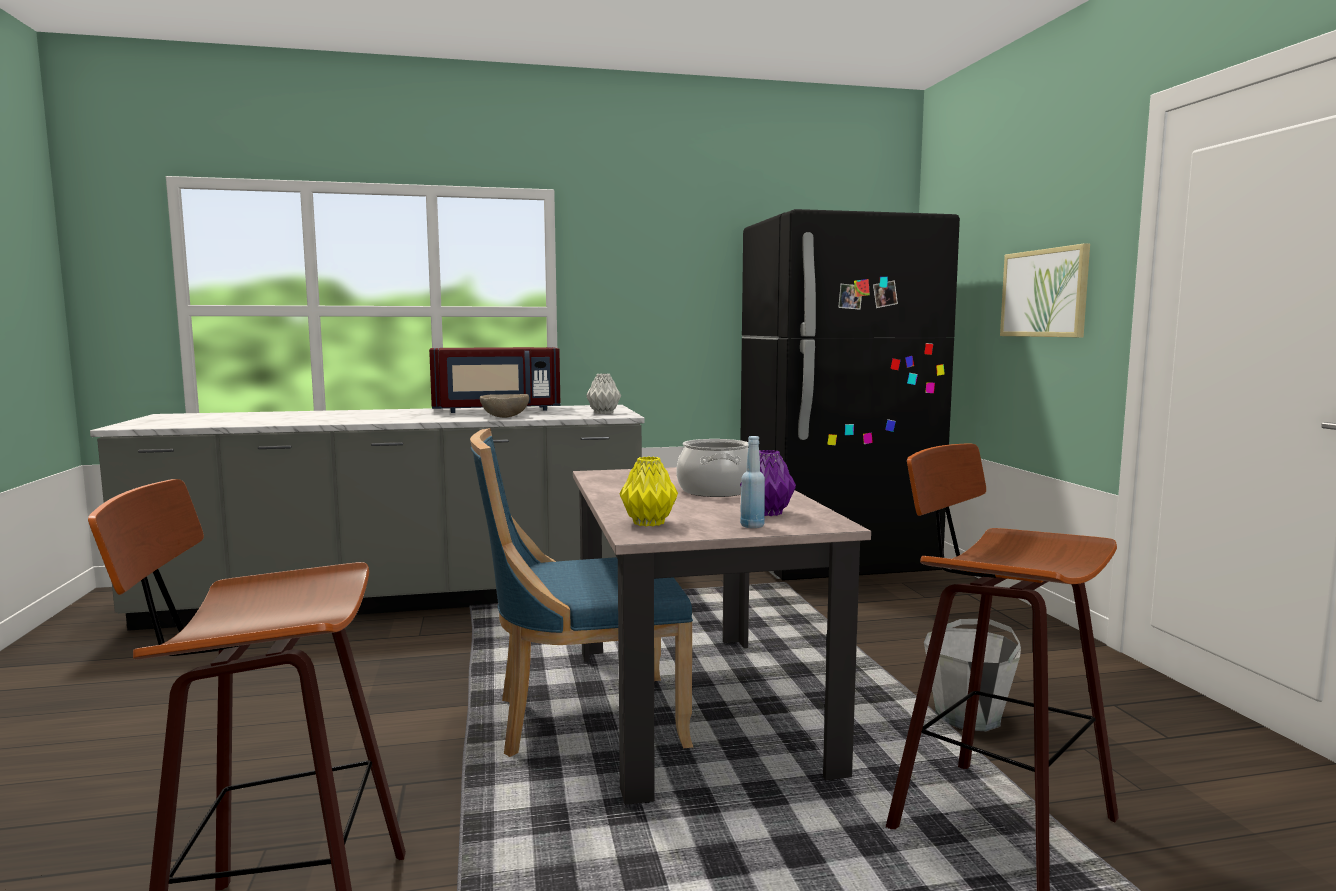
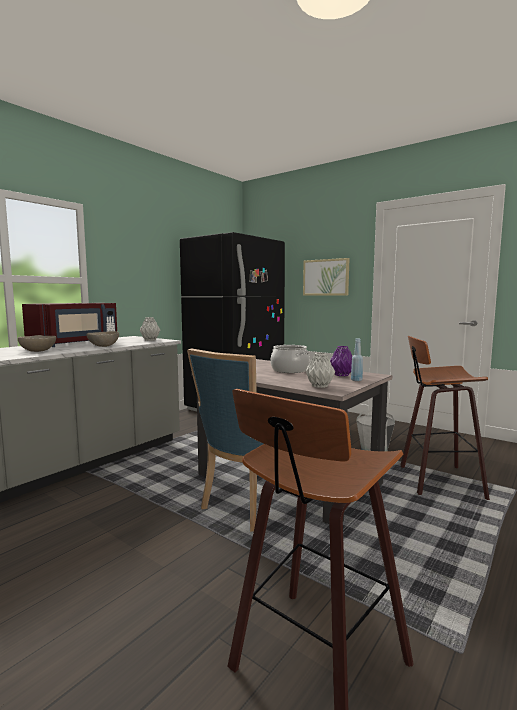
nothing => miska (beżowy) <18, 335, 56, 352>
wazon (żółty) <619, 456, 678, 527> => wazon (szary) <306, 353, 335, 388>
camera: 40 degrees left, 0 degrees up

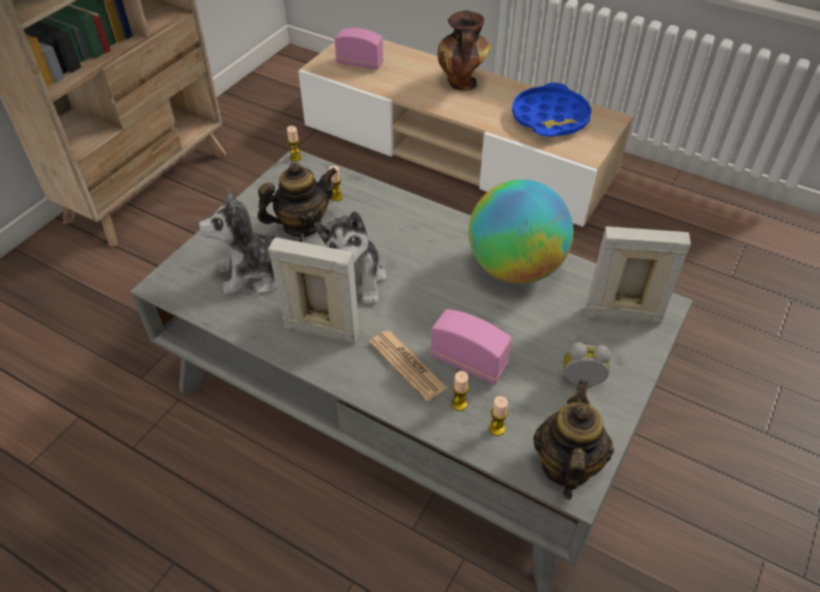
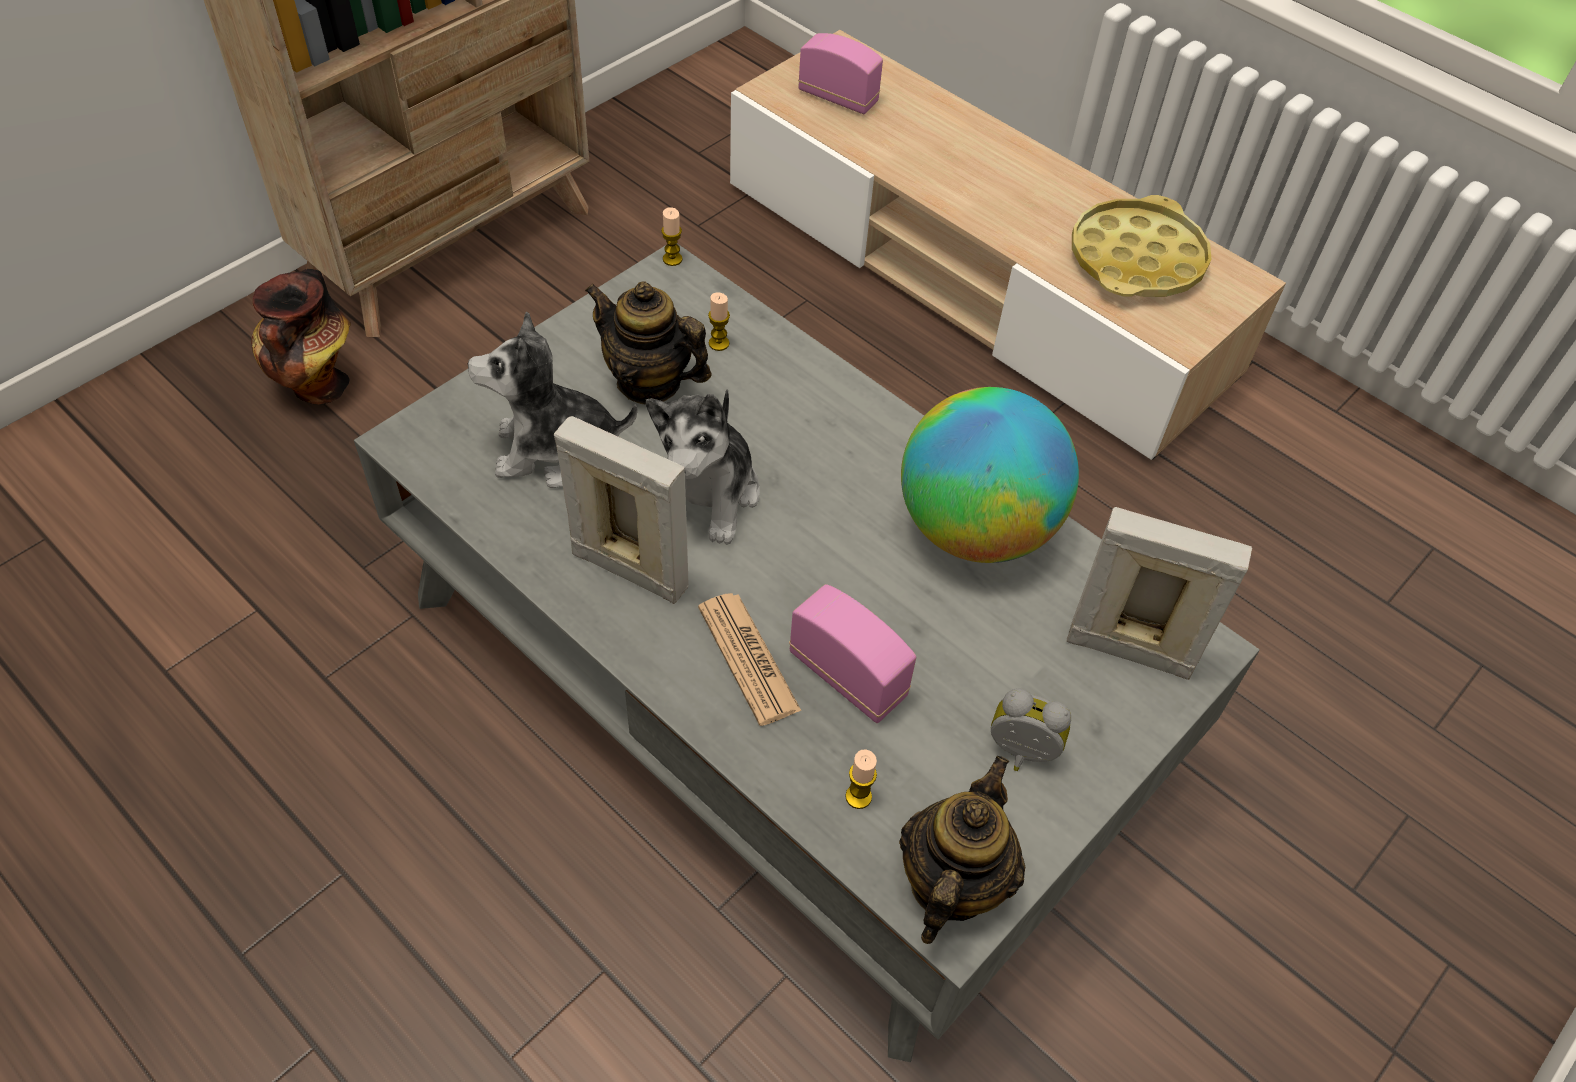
świeca <451, 371, 469, 411> => nothing
wazon <438, 10, 491, 91> => wazon <251, 269, 351, 405>, shifted
taca (niebieski) <512, 83, 592, 137> => taca (żółty) <1072, 195, 1211, 297>
imbryk <257, 162, 337, 237> => imbryk <585, 281, 712, 404>, 135 degrees counterclockwise
camera: 10 degrees right, 5 degrees up

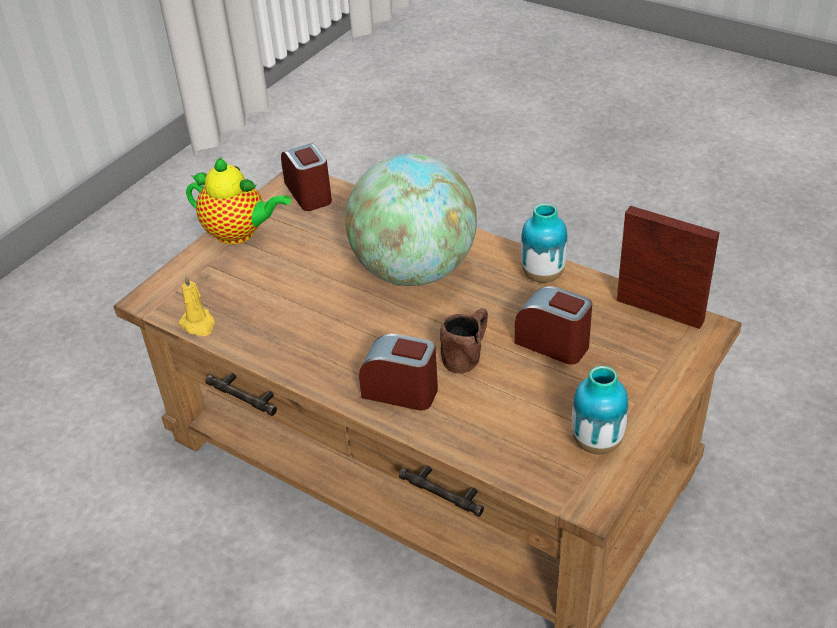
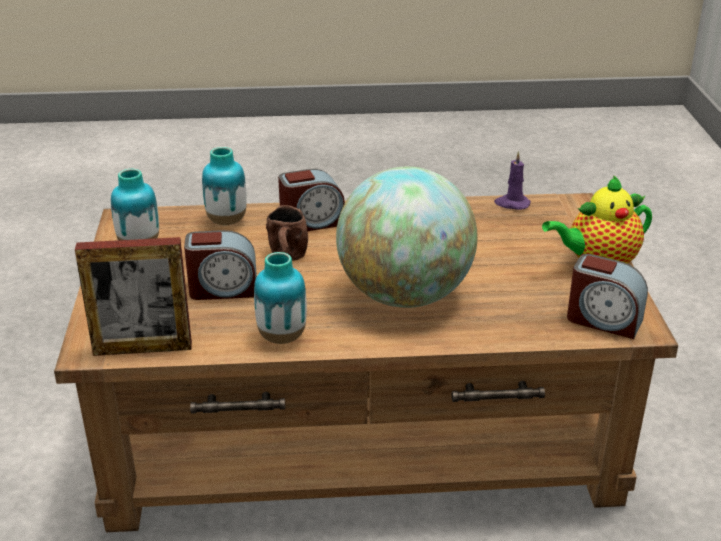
nothing => wazon <202, 147, 247, 225>
świeca (żółty) <179, 274, 215, 336> => świeca (fioletowy) <494, 151, 531, 210>
camera: 140 degrees right, 10 degrees down

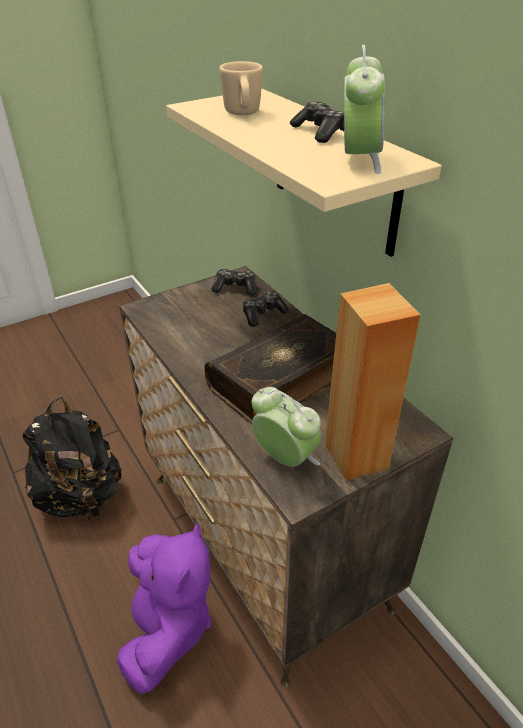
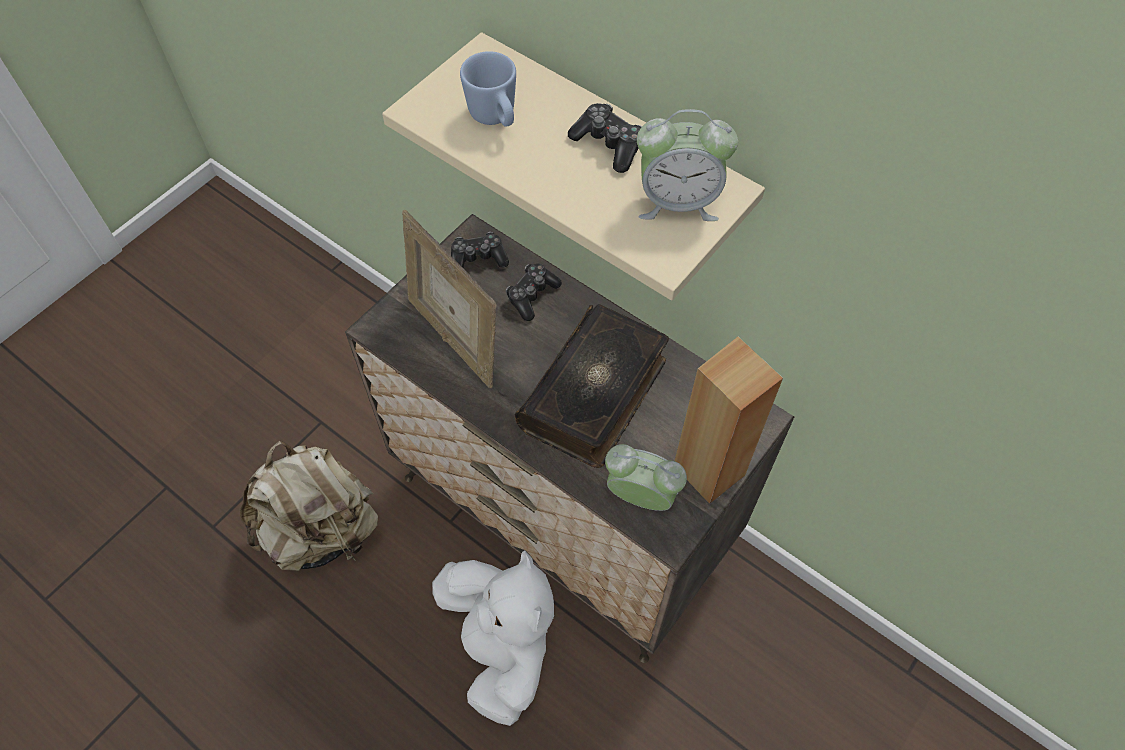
nothing => ramka na zdjęcie <402, 210, 497, 388>
plecak (czarny) <23, 397, 122, 522> => plecak (beżowy) <240, 440, 378, 571>
pluszak (fioletowy) <116, 521, 212, 694> => pluszak (biały) <432, 550, 554, 726>
kubek (beżowy) <219, 61, 263, 115> => kubek (niebieski) <460, 51, 516, 127>
budzik <344, 45, 385, 174> => budzik <637, 109, 738, 221>, 105 degrees clockwise
camera: 20 degrees left, 20 degrees up

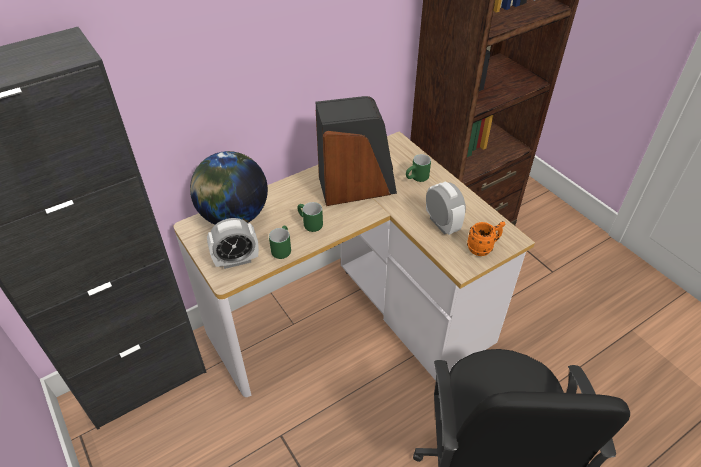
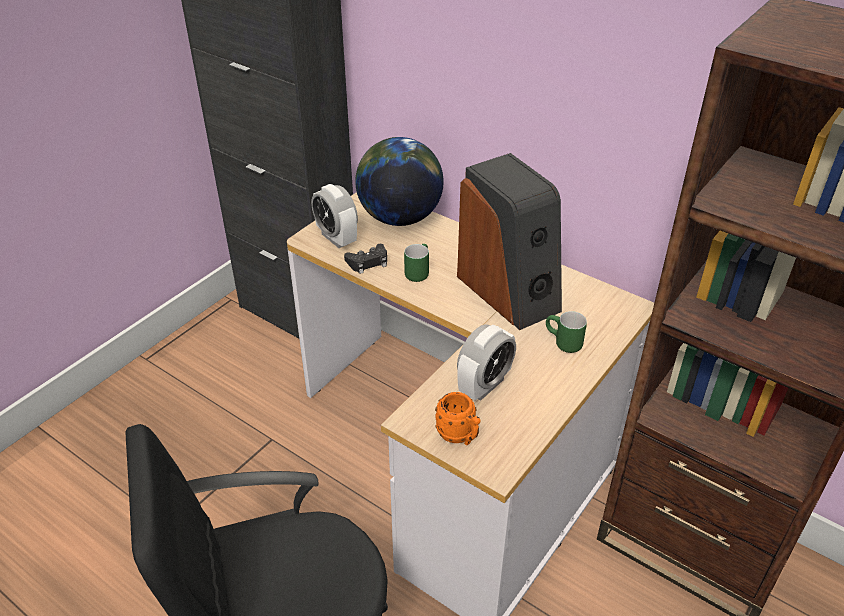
kubek (zielony) <269, 226, 291, 259> => pad do gier (czarny) <344, 244, 387, 274>
camera: 70 degrees right, 5 degrees down

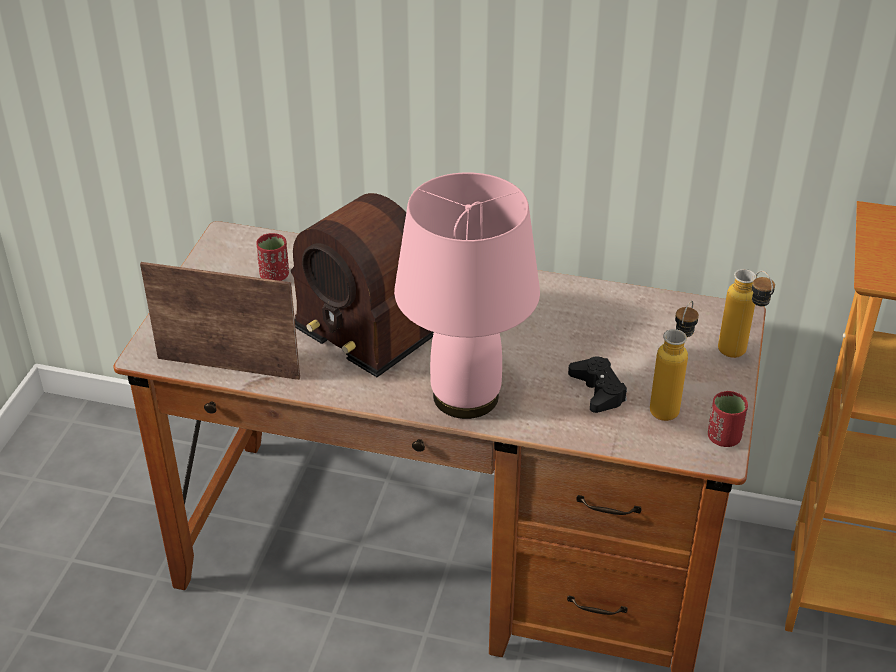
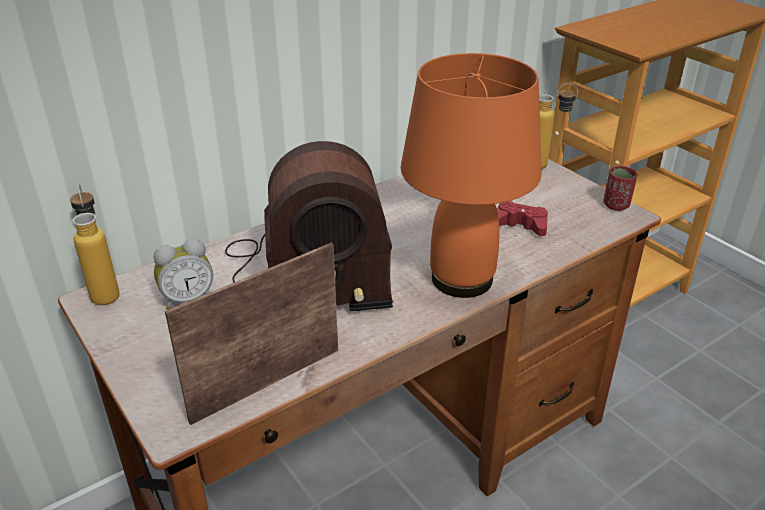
butelka <650, 301, 699, 421> => butelka <70, 184, 120, 305>, shifted
filiżanka (czerwony) <256, 233, 289, 281> => budzik <154, 238, 213, 310>
lampa stołowa (różowy) <394, 172, 540, 419> => lampa stołowa (pomarańczowy) <401, 53, 542, 298>
pad do gier (czarny) <568, 356, 627, 413> => pad do gier (czerwony) <497, 201, 548, 236>
camera: 50 degrees left, 5 degrees down

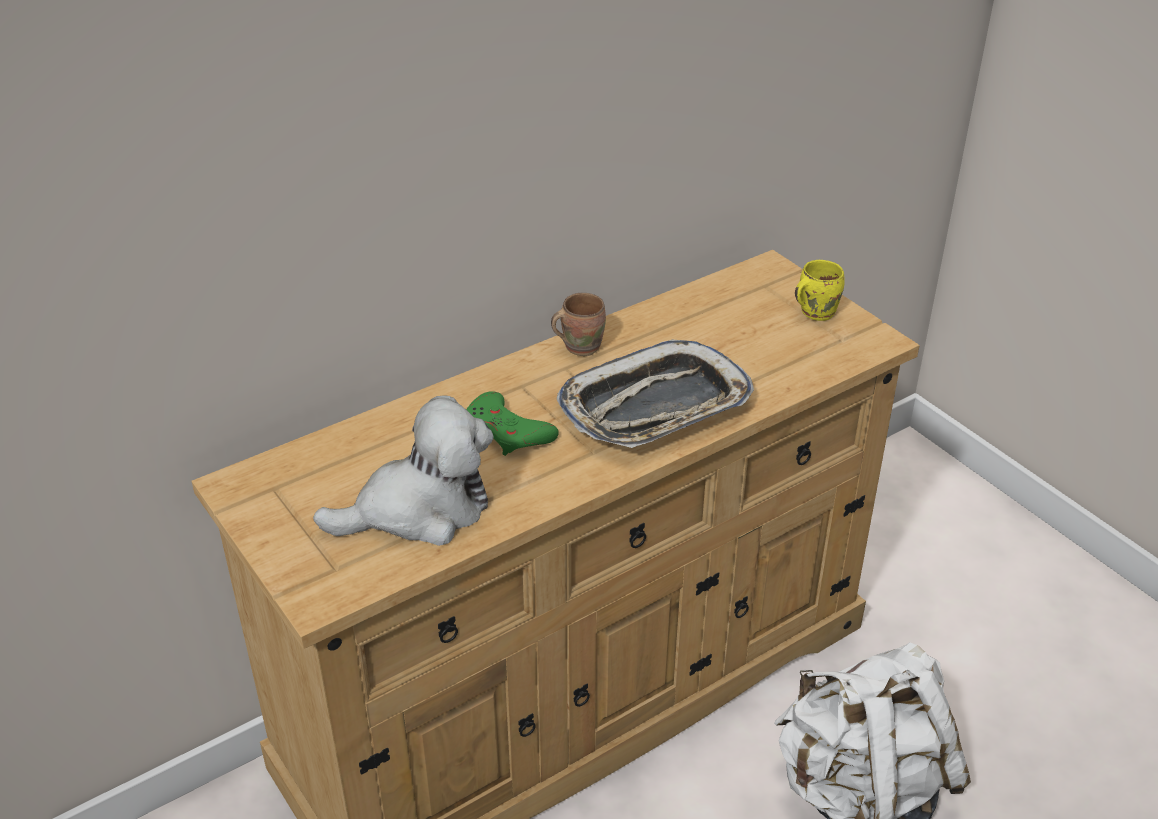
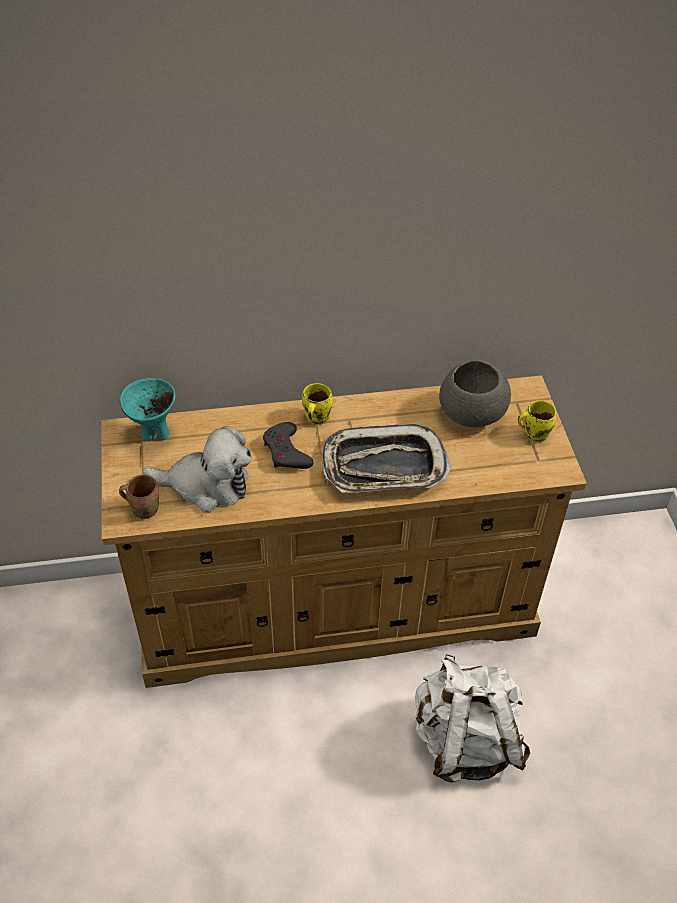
nothing => miska (turkusowy) <120, 378, 176, 441>
nothing => kubek (żółty) <302, 383, 333, 425>
nothing => miska (szary) <439, 360, 511, 427>
kubek (brązowy) <551, 293, 606, 356> => kubek (brązowy) <119, 474, 159, 519>, shifted
pad do gier (zielony) <466, 391, 559, 456> => pad do gier (szary) <263, 422, 314, 469>
camera: 25 degrees right, 10 degrees up

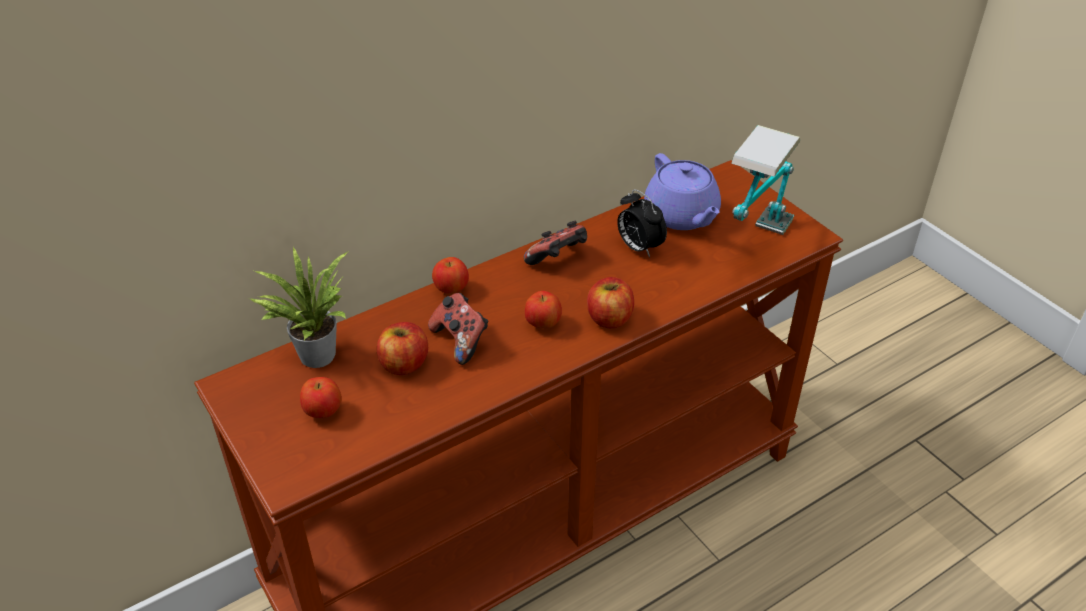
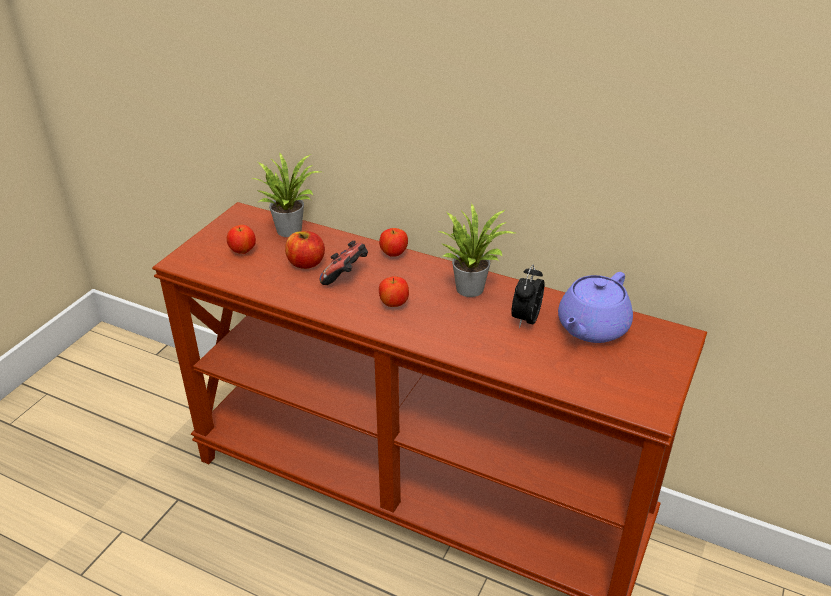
jabłko <587, 277, 634, 328> => nothing
lampa stołowa <731, 125, 800, 235> => nothing
pad do gier <524, 221, 587, 265> => roślina doniczkowa <439, 203, 518, 297>
camera: 60 degrees right, 5 degrees down

